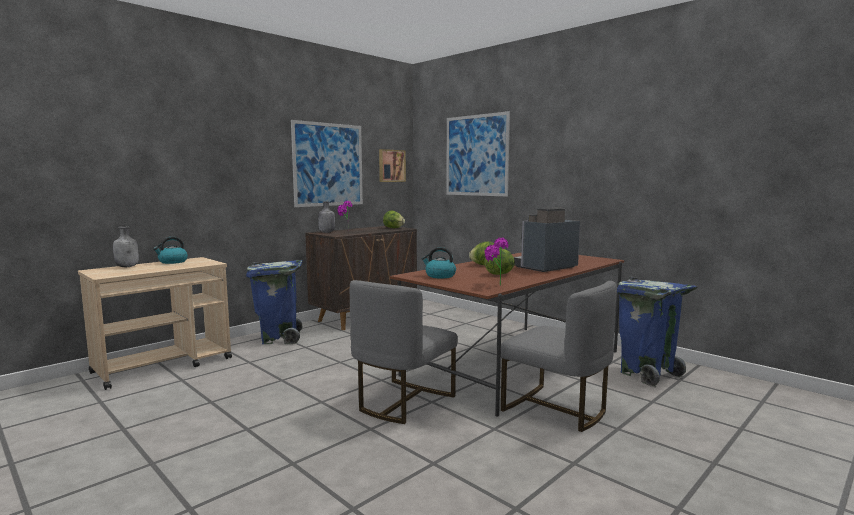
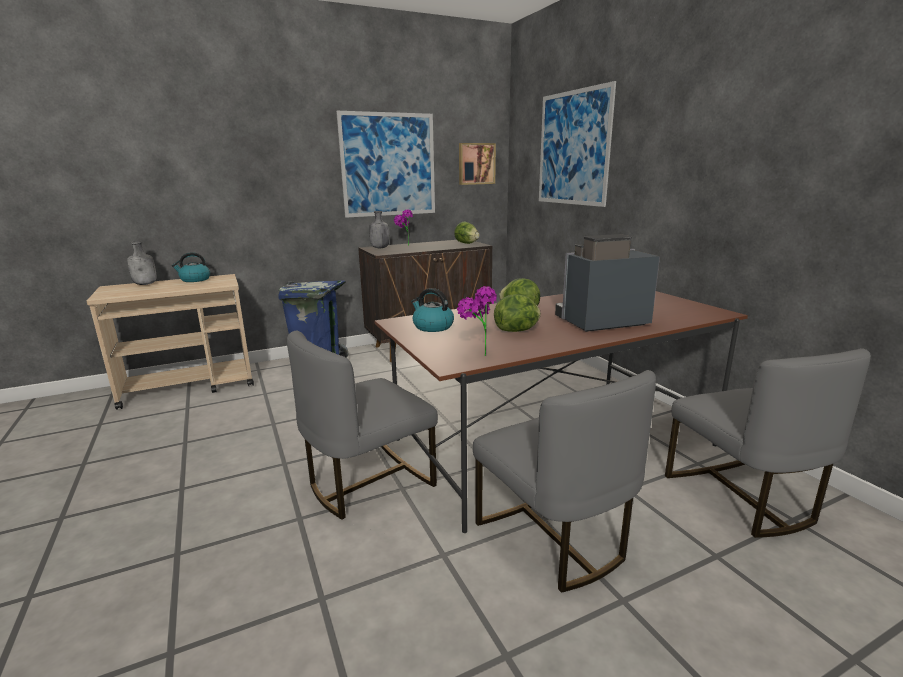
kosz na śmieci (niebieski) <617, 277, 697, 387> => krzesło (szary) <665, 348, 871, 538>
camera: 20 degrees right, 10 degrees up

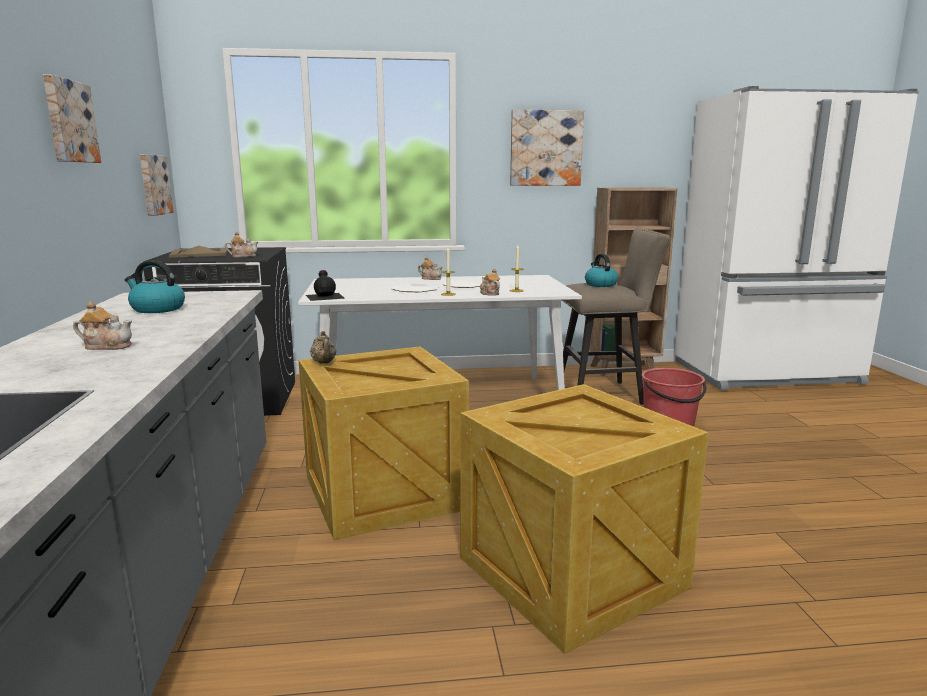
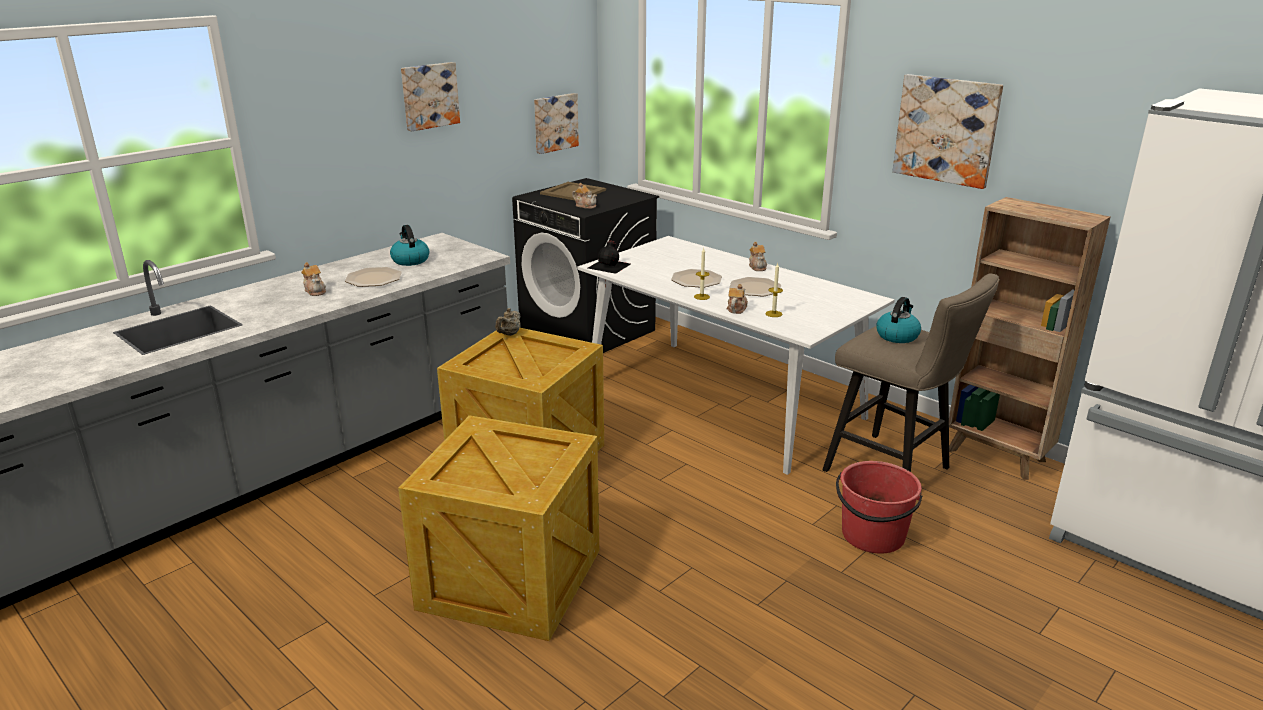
nothing => talerz <345, 267, 402, 287>
camera: 50 degrees right, 10 degrees up

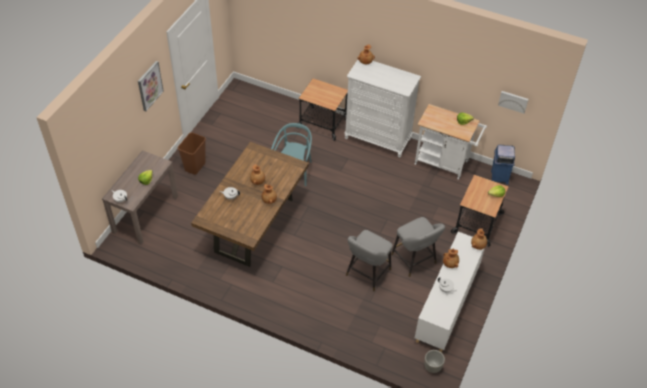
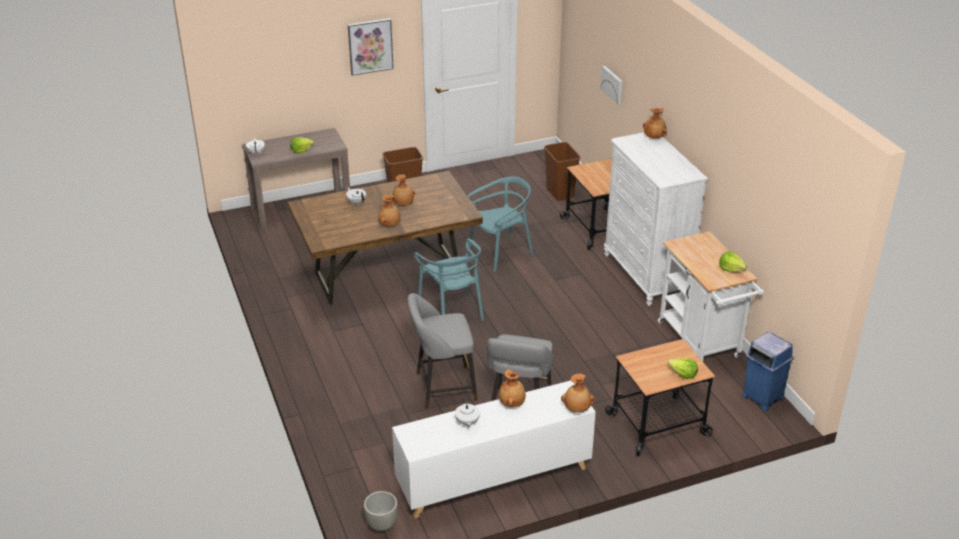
nothing => krzesło (turkusowy) <414, 238, 484, 321>
nothing => kosz na śmieci (brązowy) <544, 142, 580, 200>
obraz <498, 91, 529, 114> => obraz <600, 66, 623, 105>, shifted
camera: 45 degrees right, 15 degrees down

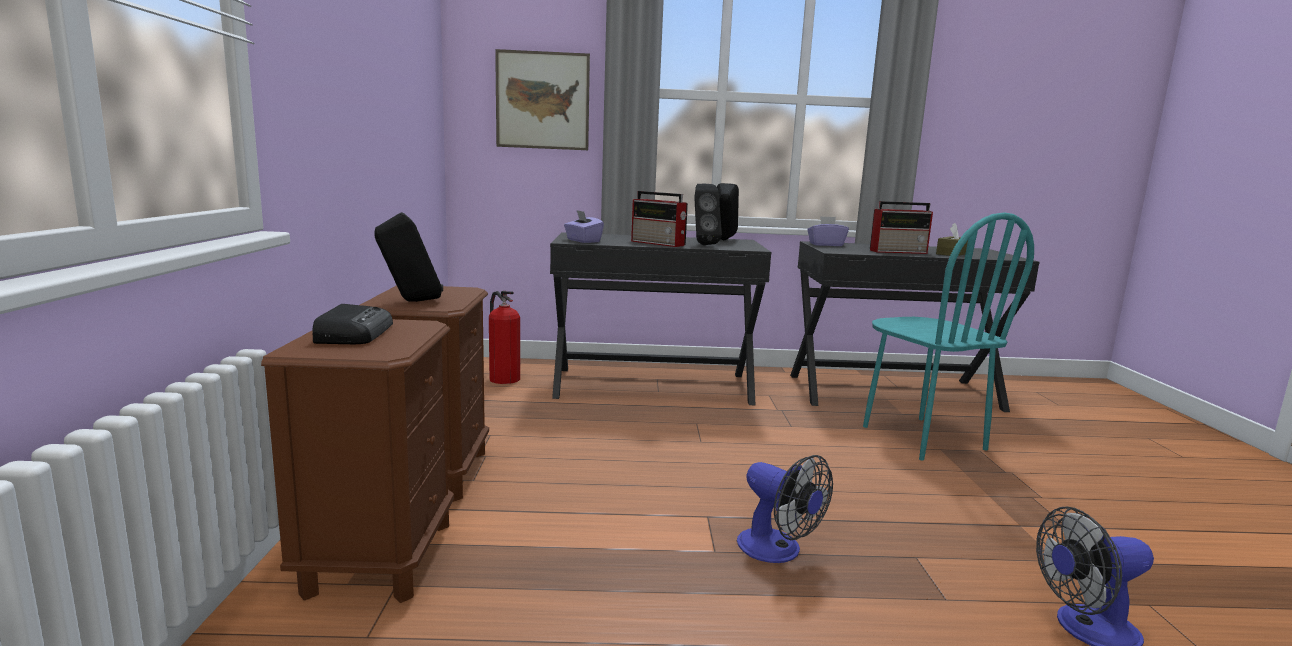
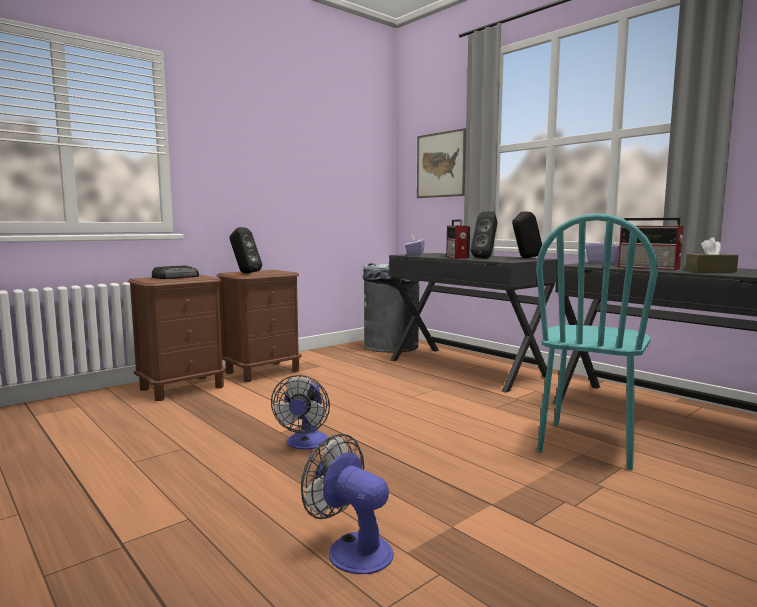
gaśnica <489, 291, 520, 384> => kosz na śmieci (szary) <363, 263, 419, 353>
camera: 50 degrees right, 5 degrees down

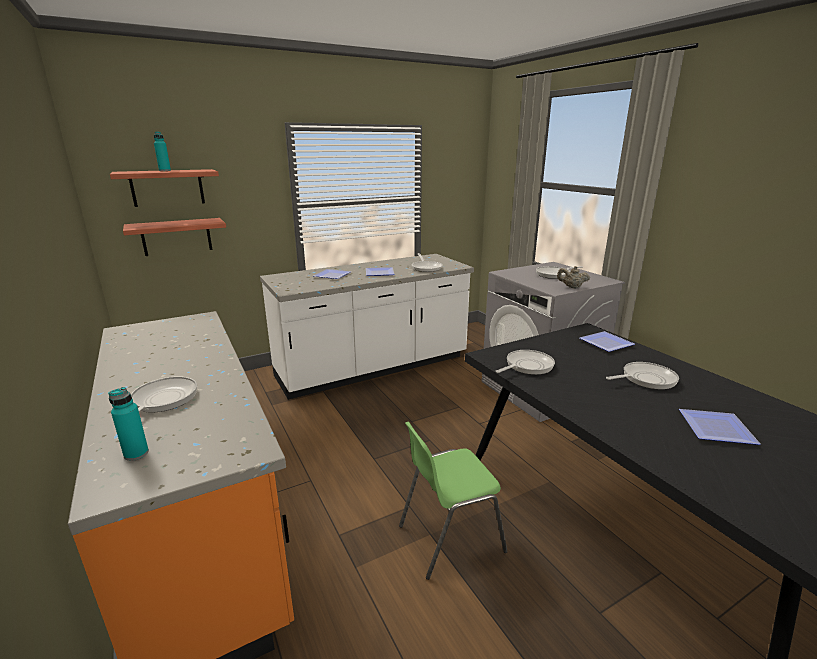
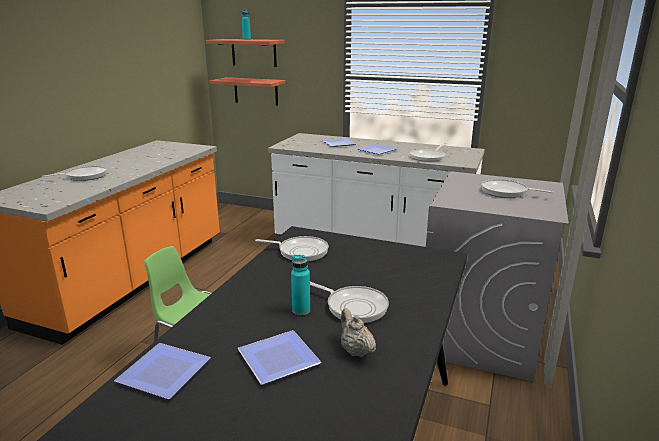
butelka (turkusowy) <108, 387, 149, 461> => butelka (turkusowy) <291, 255, 310, 315>, shifted
imbryk (beżowy) <557, 266, 590, 289> => imbryk (beżowy) <341, 308, 376, 357>, shifted
talerz <579, 331, 635, 352> => talerz <114, 343, 211, 399>, shifted
camera: 50 degrees right, 0 degrees up

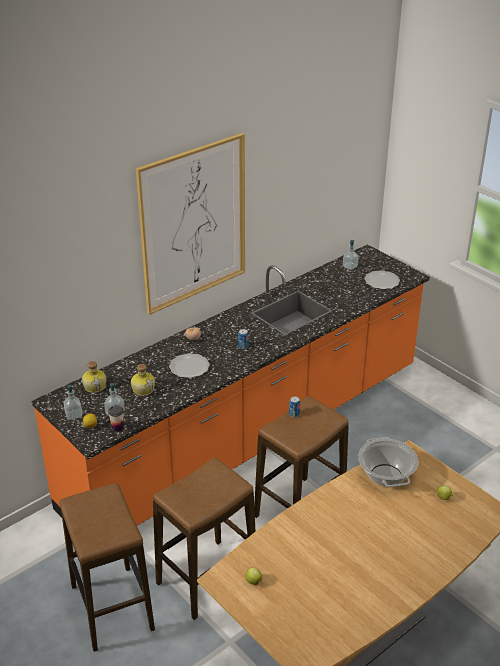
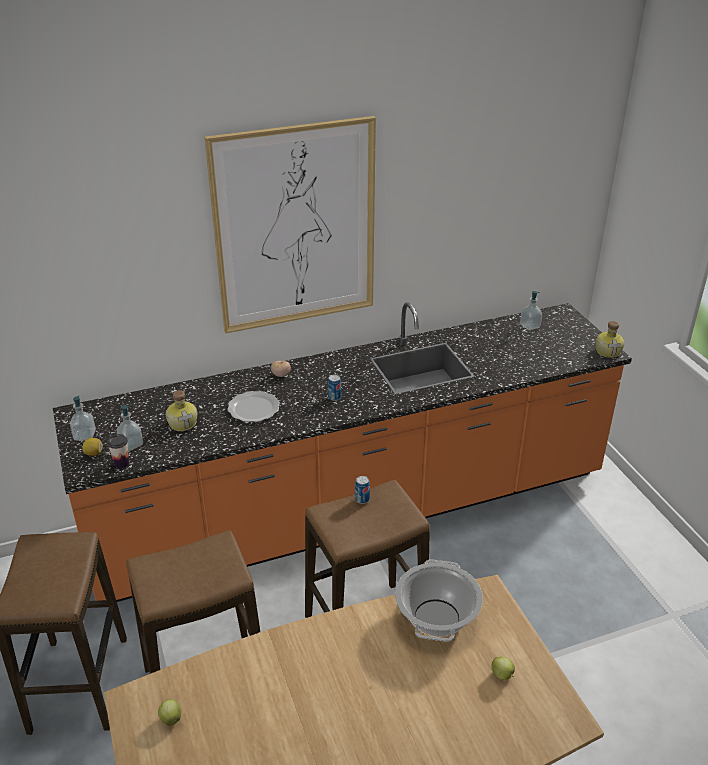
talerz <365, 270, 400, 289> => nothing
butelka <82, 361, 106, 393> => butelka <596, 321, 625, 358>, shifted
camera: 20 degrees right, 0 degrees up

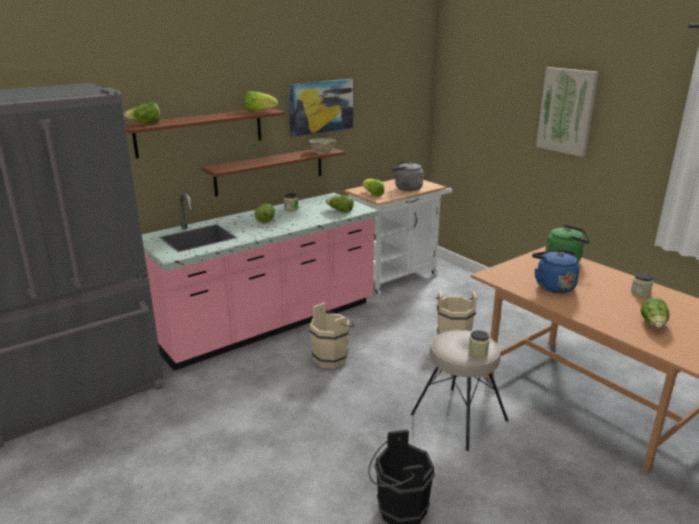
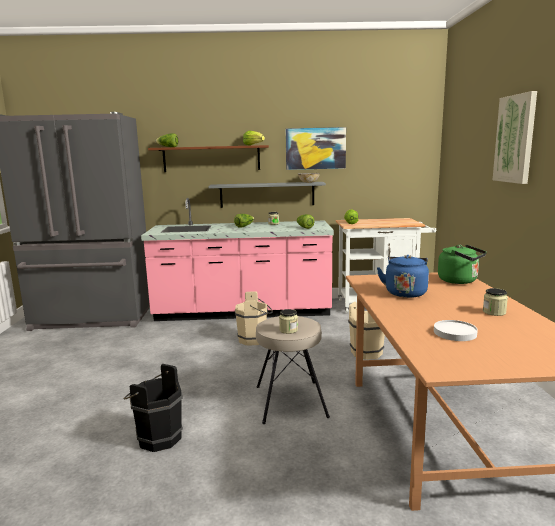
czajnik (szary) <391, 161, 423, 191> => nothing
sałata <640, 298, 670, 328> => talerz (biały) <434, 320, 478, 341>
półka (brązowy) <201, 148, 345, 196> => półka (szary) <208, 182, 326, 208>
camera: 35 degrees right, 10 degrees down

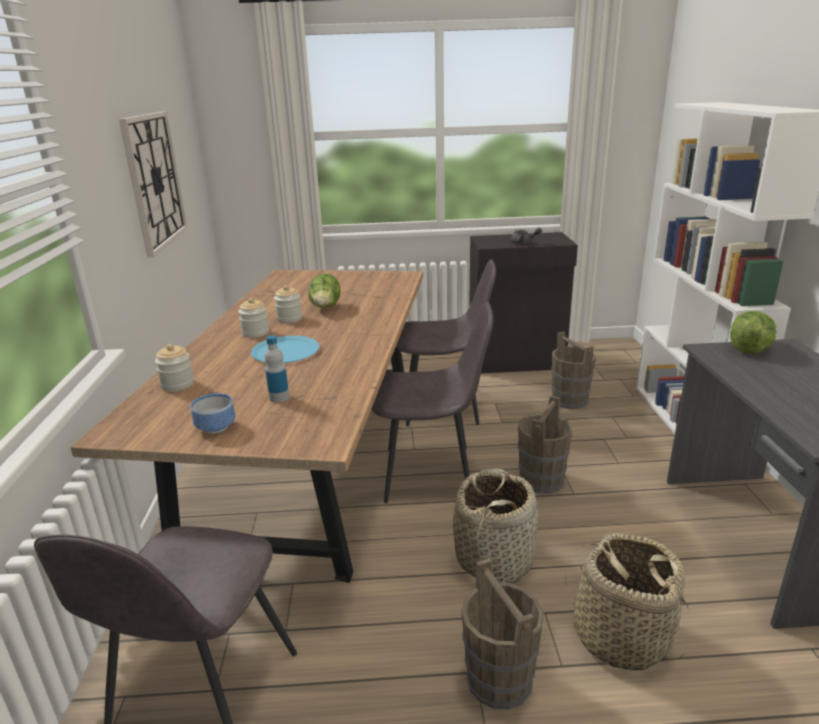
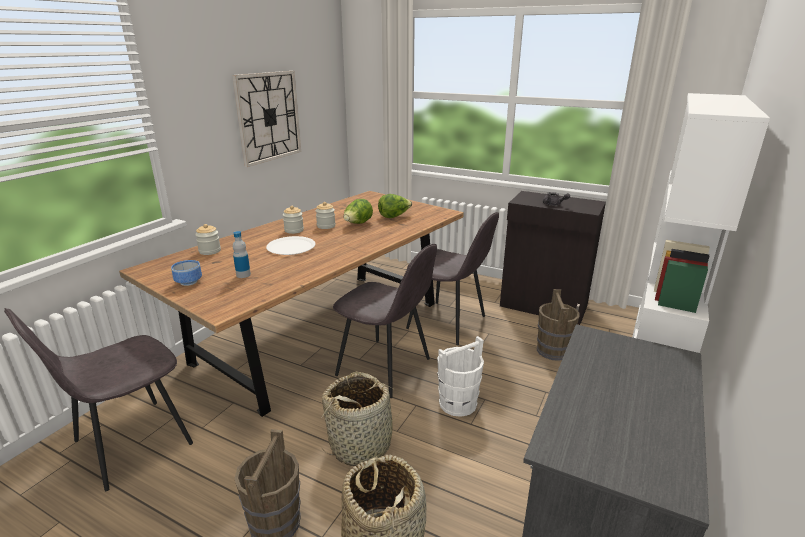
sałata <730, 311, 776, 354> => sałata <378, 194, 412, 218>, shifted
talerz (niebieski) <251, 336, 319, 363> => talerz (biały) <266, 236, 315, 255>
wiadro (brązowy) <518, 396, 573, 493> => wiadro (biały) <437, 336, 484, 417>
camera: 30 degrees right, 0 degrees up

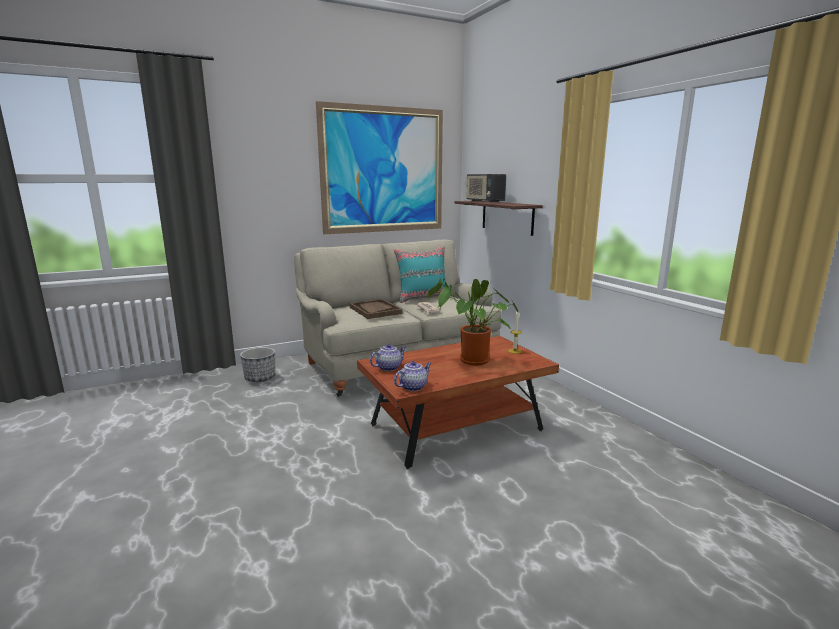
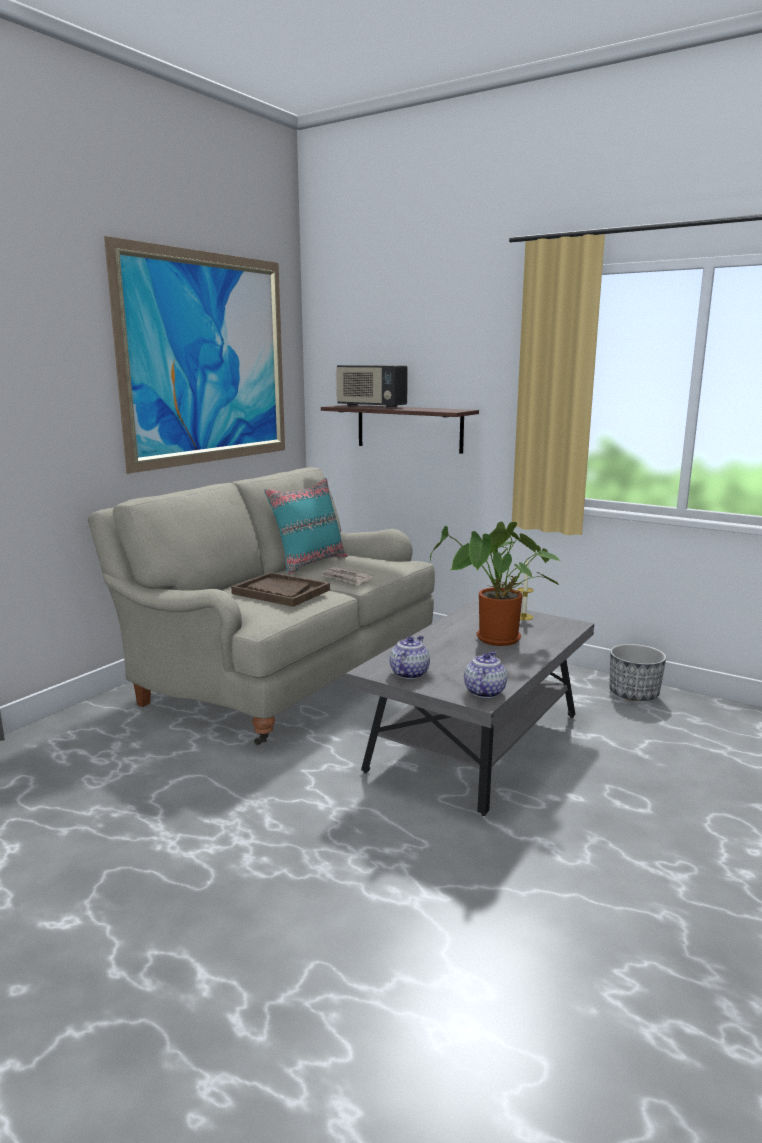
donica <240, 347, 276, 382> => donica <610, 644, 666, 701>, shifted
ława (brązowy) <357, 336, 559, 469> => ława (szary) <346, 600, 594, 816>
camera: 30 degrees left, 0 degrees up

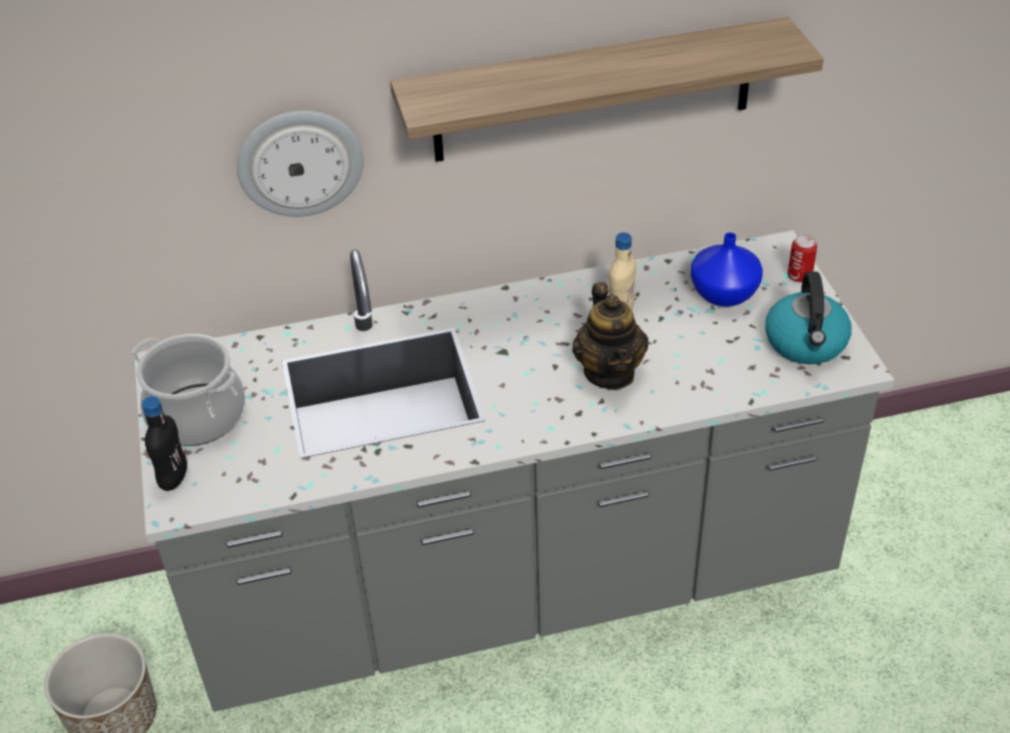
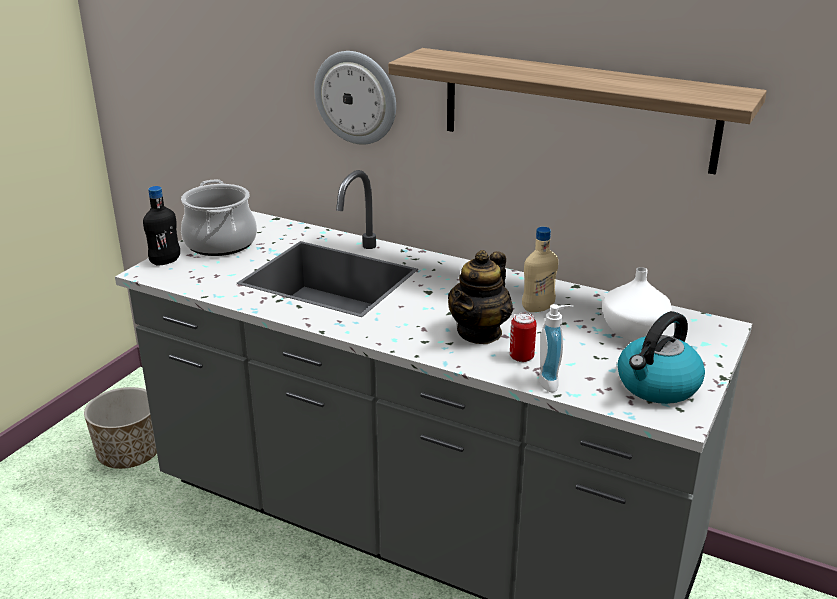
nothing => dozownik mydła <539, 304, 574, 393>
puszka <788, 234, 817, 283> => puszka <510, 313, 537, 362>, shifted
wazon (niebieski) <691, 232, 763, 307> => wazon (biały) <602, 267, 672, 341>
camera: 40 degrees right, 15 degrees down

